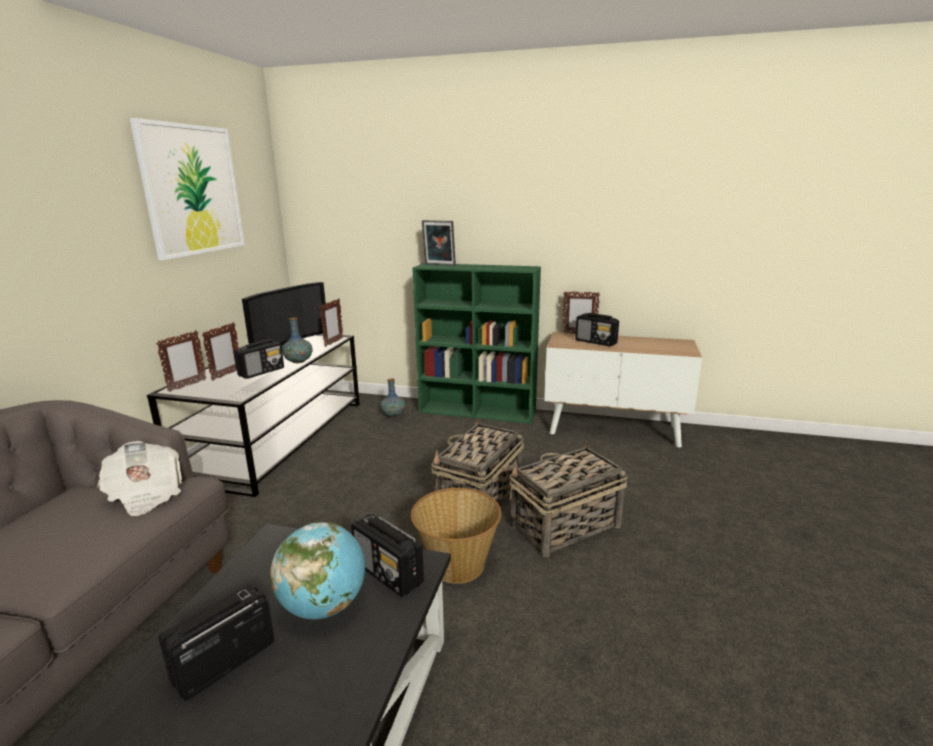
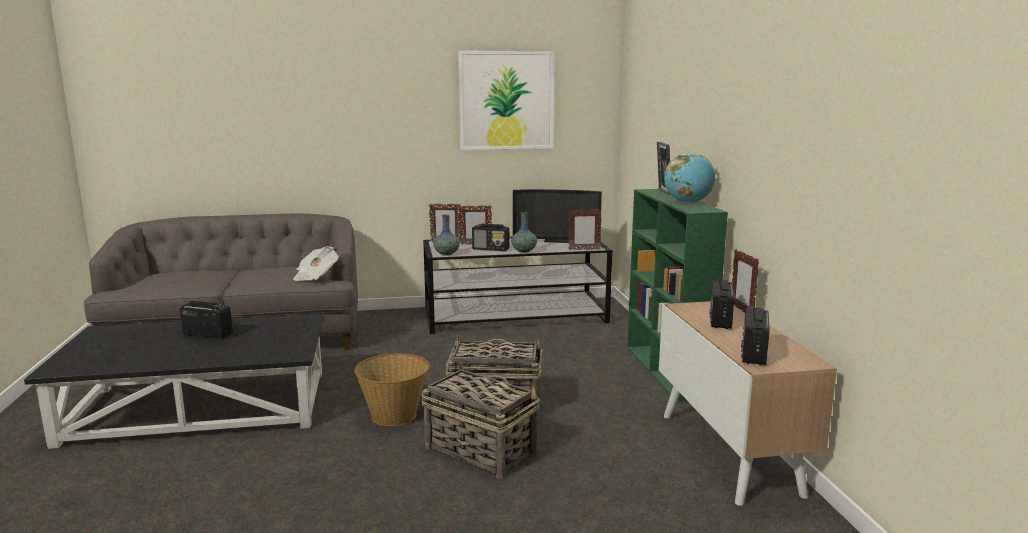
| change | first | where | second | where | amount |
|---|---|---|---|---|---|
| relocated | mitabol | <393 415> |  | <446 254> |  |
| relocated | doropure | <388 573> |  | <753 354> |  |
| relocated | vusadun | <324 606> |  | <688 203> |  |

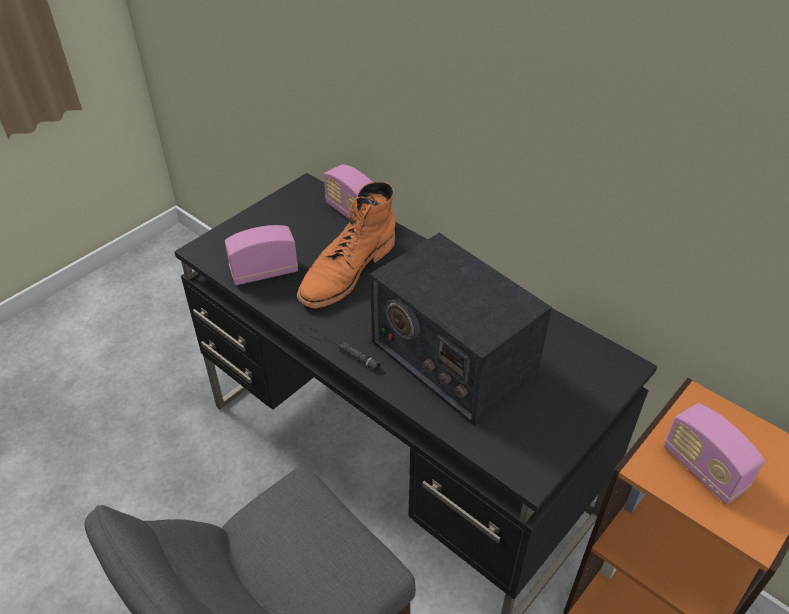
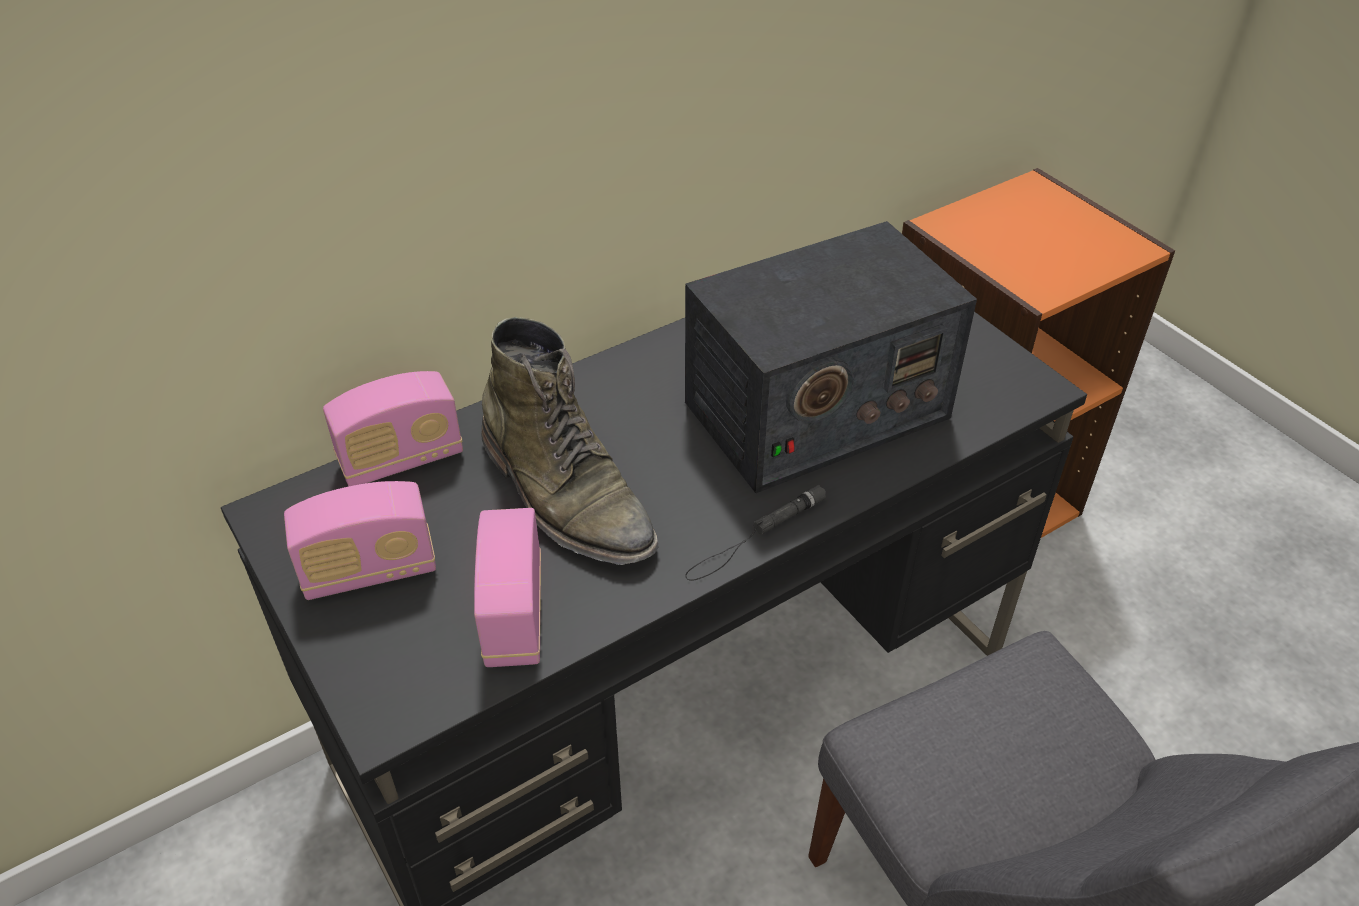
| change | first | where | second | where | amount |
|---|---|---|---|---|---|
| colour | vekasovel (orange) | <347 271> | vekasovel (green) | <566 494> |  |
| relocated | doropure | <703 469> |  | <370 571> |  |

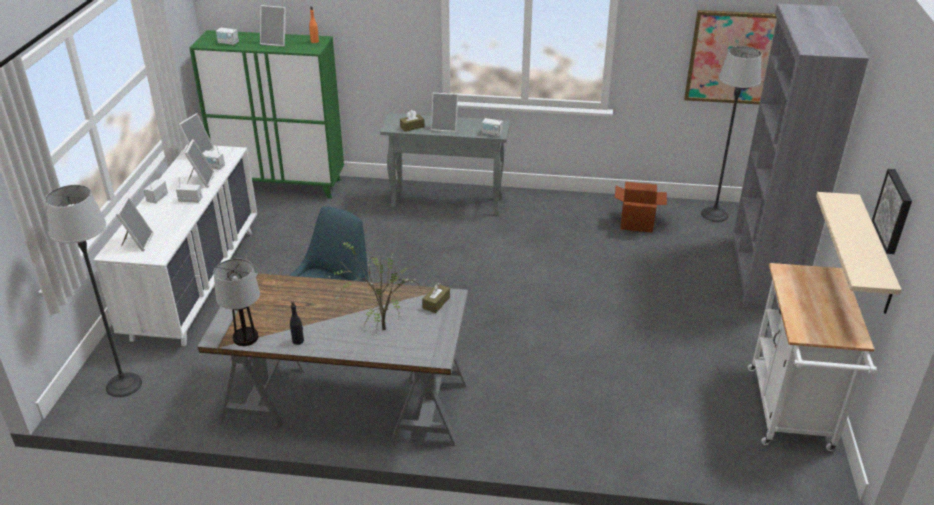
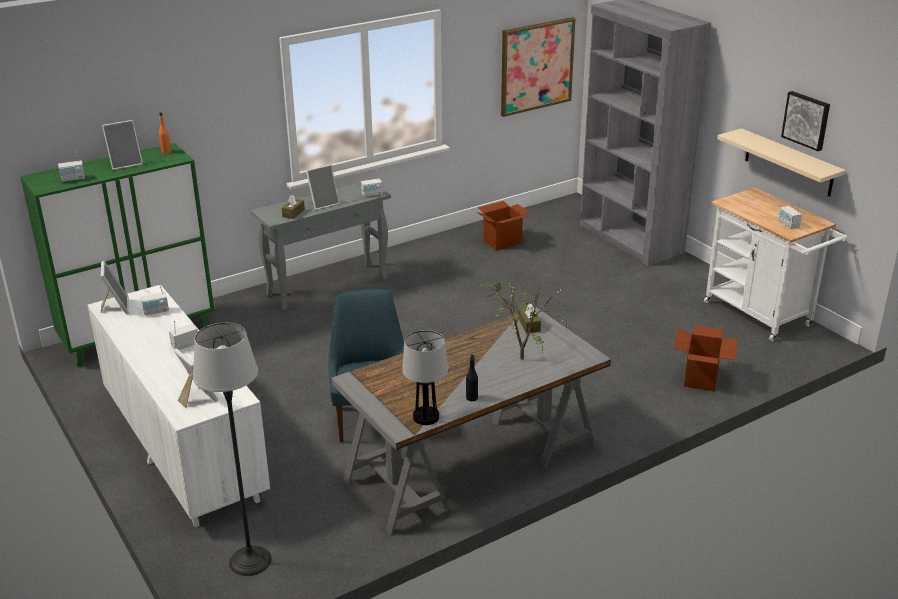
| change | first | where | second | where | amount |
|---|---|---|---|---|---|
| missing | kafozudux | <714 215> |  |  |  |
| missing | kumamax | <201 180> |  |  |  |
| relocated | doropure | <157 198> |  | <788 224> |  |
| appeared |  |  | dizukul | <701 379> |  |

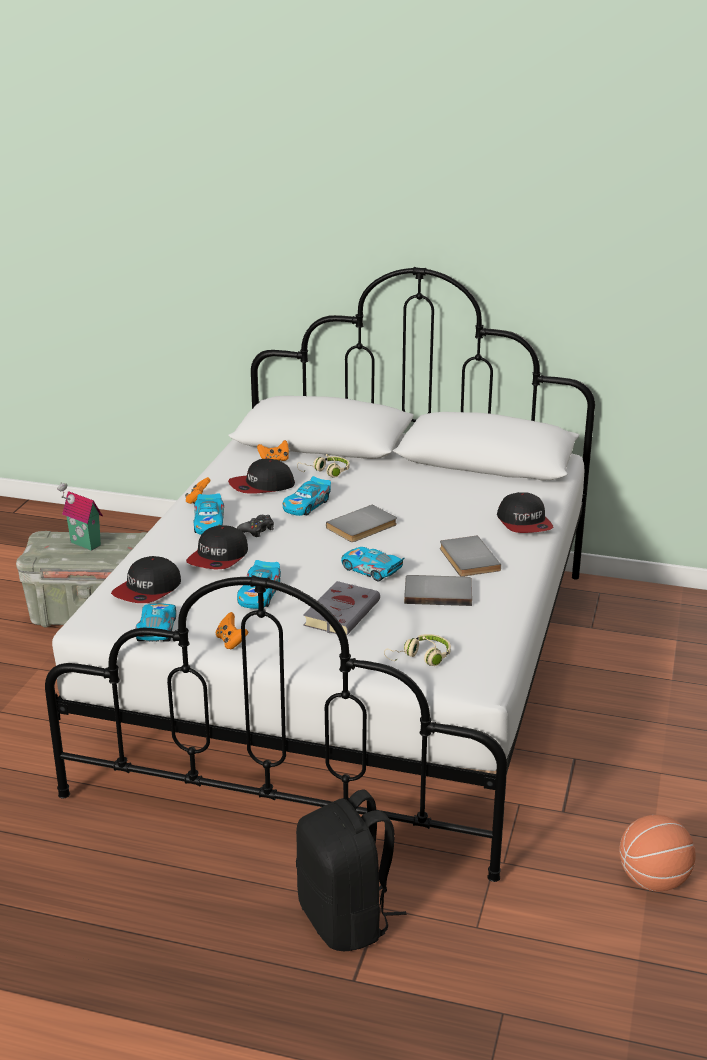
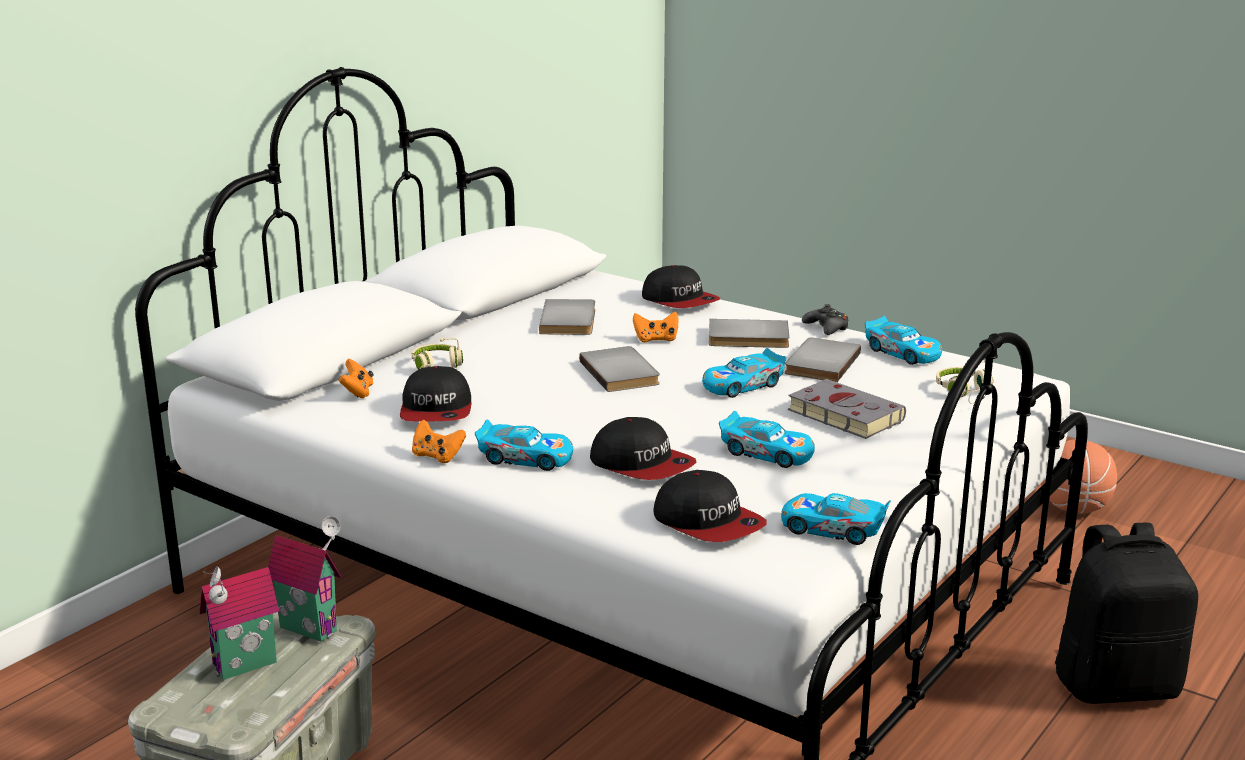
| change | first | where | second | where | amount |
|---|---|---|---|---|---|
| relocated | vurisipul | <306 505> |  | <903 353> |  |
| spun | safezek | <524 523> |  | <680 301> | 45 degrees clockwise |
| relocated | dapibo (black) | <257 530> |  | <826 328> |  |
| relocated | dapibo (orange) | <231 641> |  | <656 339> |  |
| appeared |  |  | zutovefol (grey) | <570 321> |  |
| appeared |  |  | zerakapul | <311 627> |  |

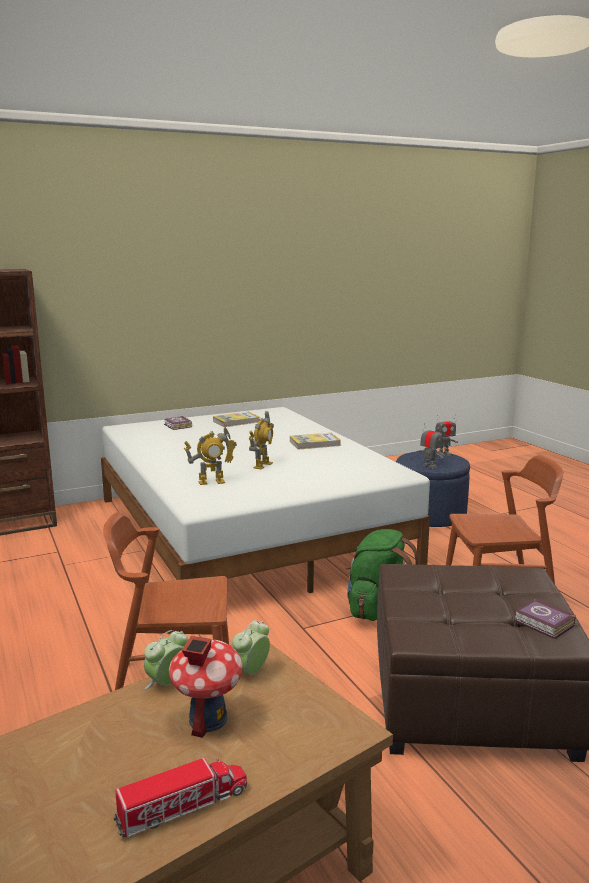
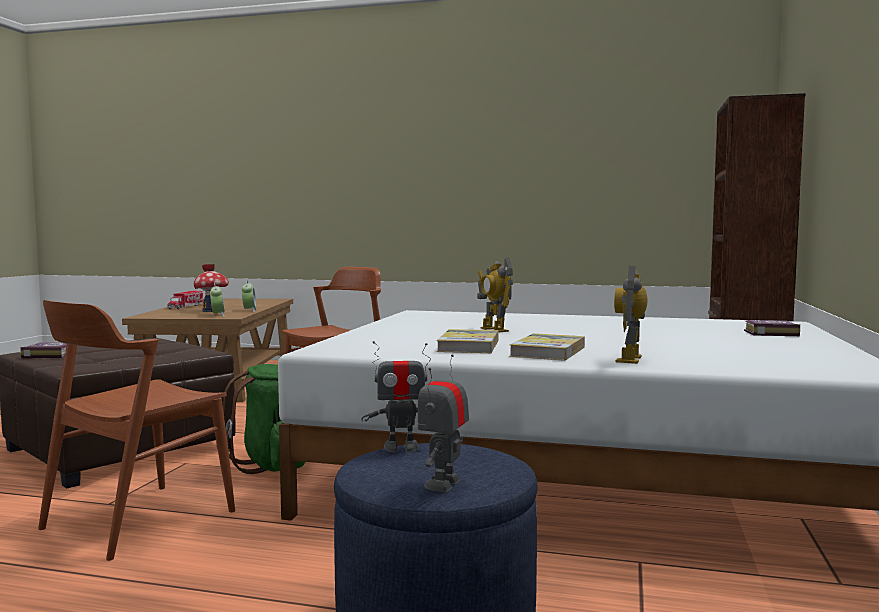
| change | first | where | second | where | amount |
|---|---|---|---|---|---|
| relocated | zutovefol | <236 421> |  | <468 346> |  |
| relocated | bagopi | <211 482> |  | <630 359> |  |

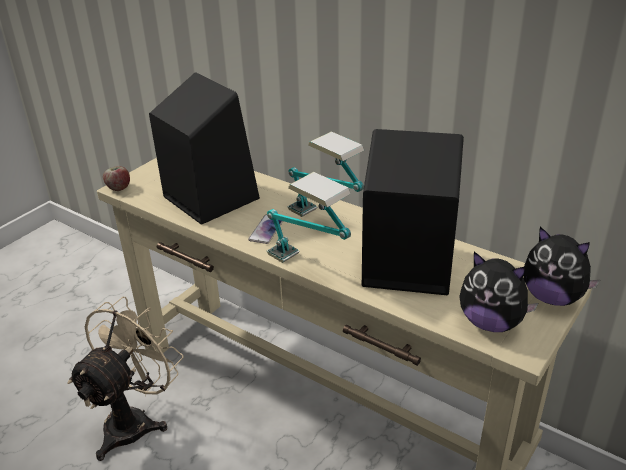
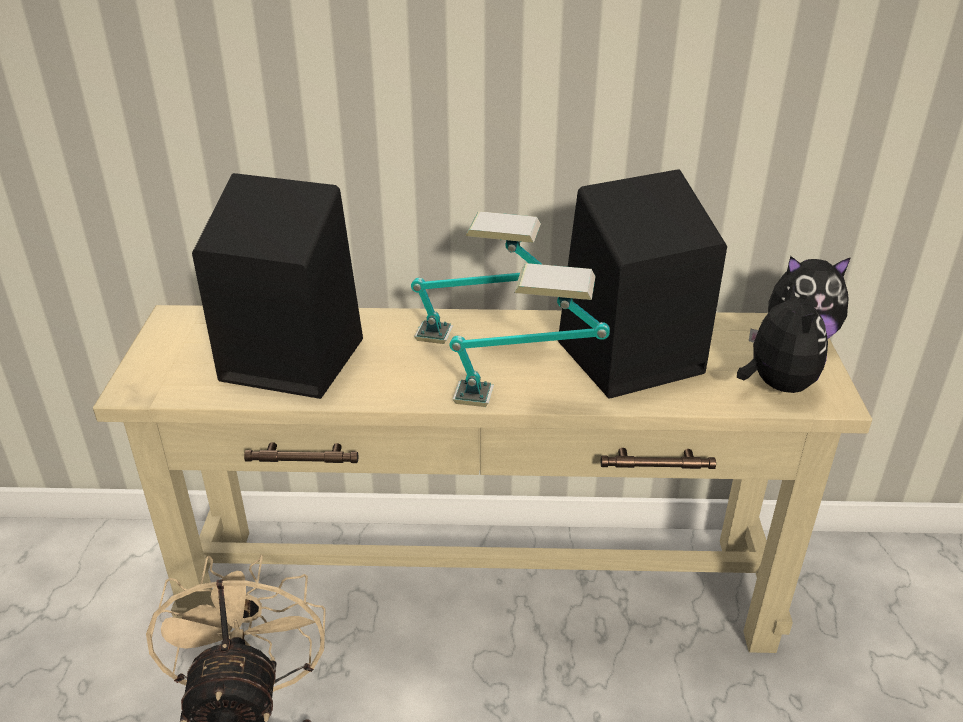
| change | first | where | second | where | amount |
|---|---|---|---|---|---|
| missing | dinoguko | <119 188> |  |  |  |
| missing | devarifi | <266 230> |  |  |  |
| spun | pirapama | <491 322> |  | <775 385> | 90 degrees counterclockwise |

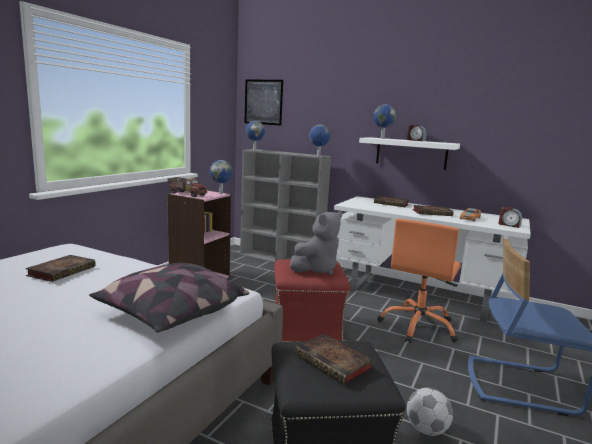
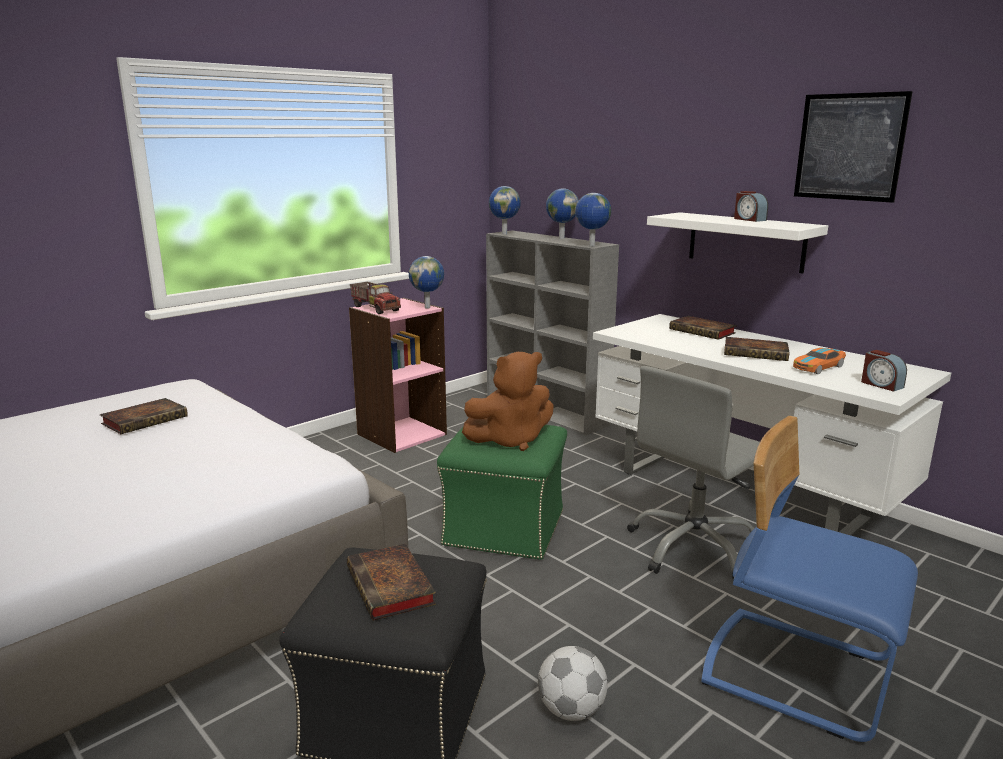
| change | first | where | second | where | amount |
|---|---|---|---|---|---|
| relocated | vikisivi | <263 102> |  | <849 147> |  |
| relocated | vusadun | <382 138> |  | <561 238> |  |
| colour | pirapama (grey) | <317 269> | pirapama (brown) | <510 440> |  |
| colour | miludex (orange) | <418 326> | miludex (grey) | <694 547> |  |
| colour | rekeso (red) | <307 328> | rekeso (green) | <505 528> |  |
| missing | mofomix | <170 314> |  |  |  |

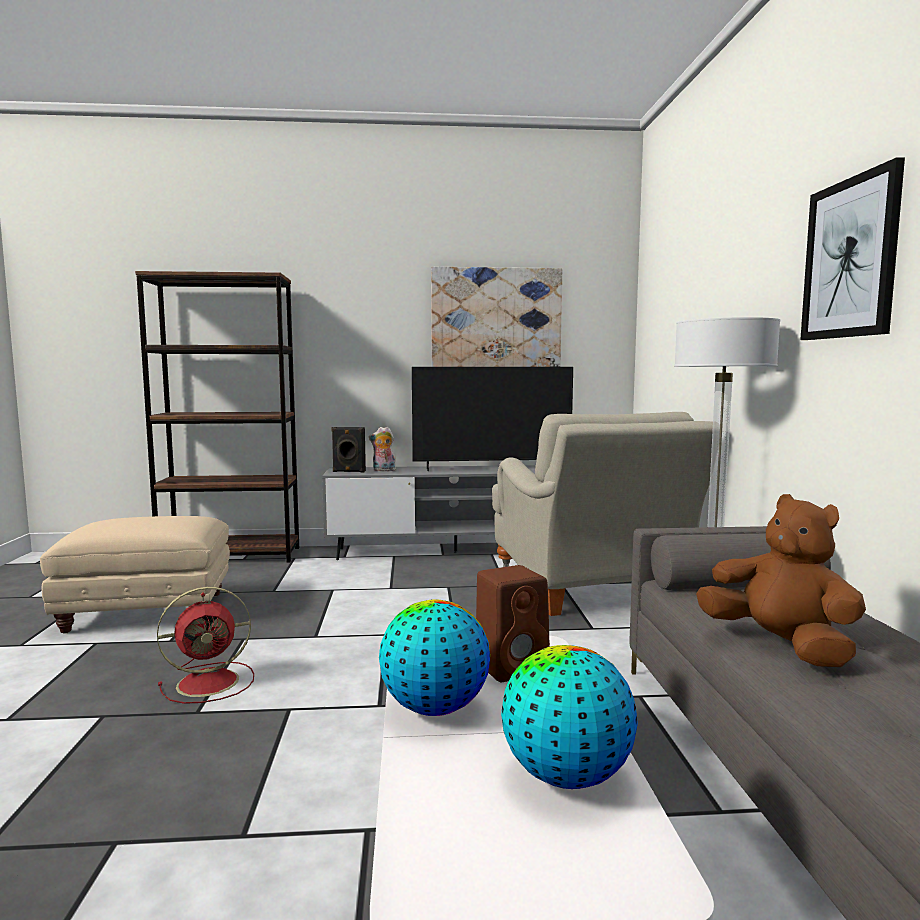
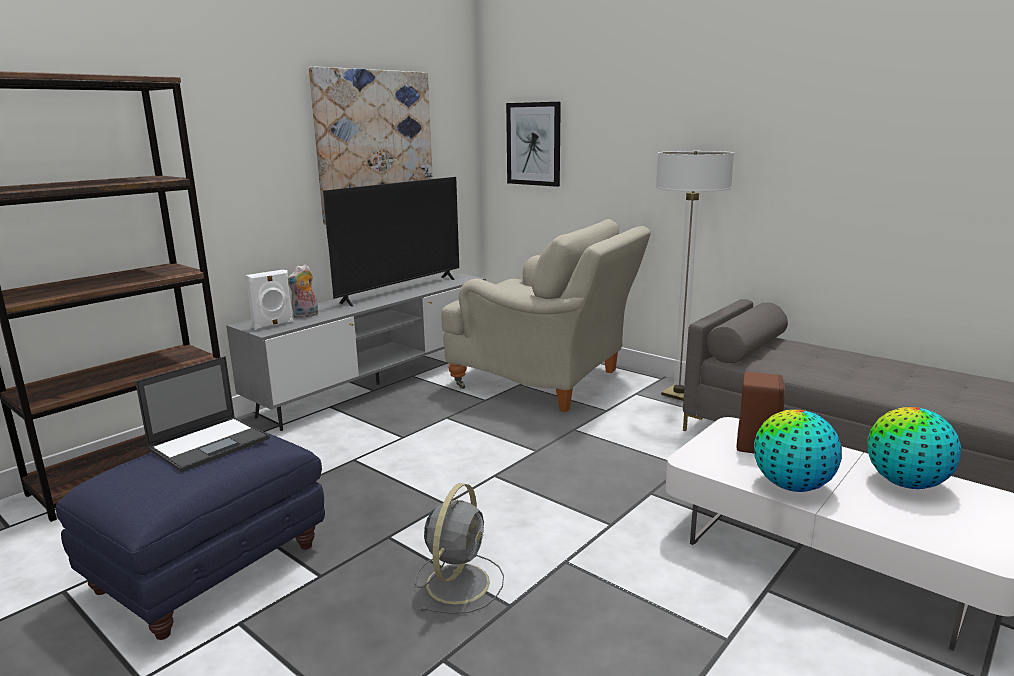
| change | first | where | second | where | amount |
|---|---|---|---|---|---|
| relocated | vikisivi | <850 259> |  | <533 144> |  |
| colour | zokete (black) | <349 471> | zokete (white) | <273 325> |  |
| missing | pirapama (brown) | <779 645> |  |  |  |
| colour | rekeso (beige) | <149 612> | rekeso (blue) | <211 567> |  |
| colour | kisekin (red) | <211 682> | kisekin (grey) | <459 581> |  |
| appeared |  |  | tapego | <210 443> |  |

